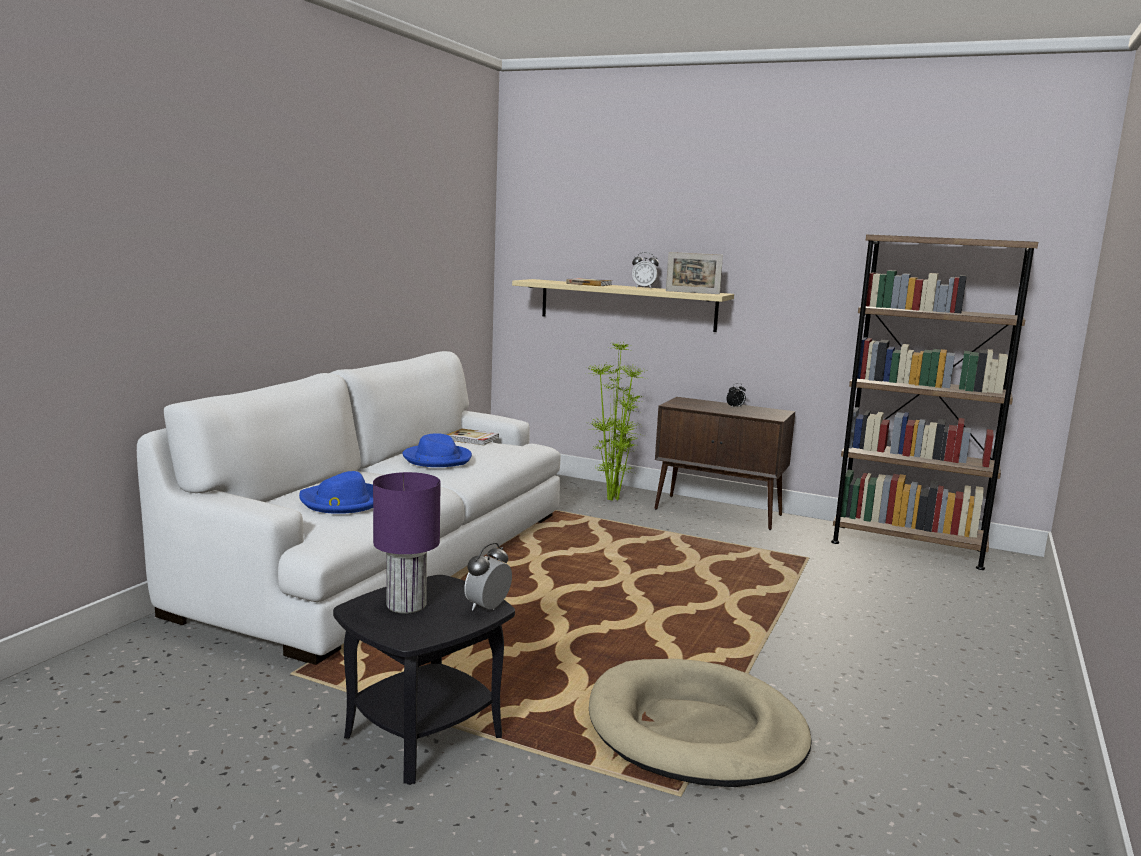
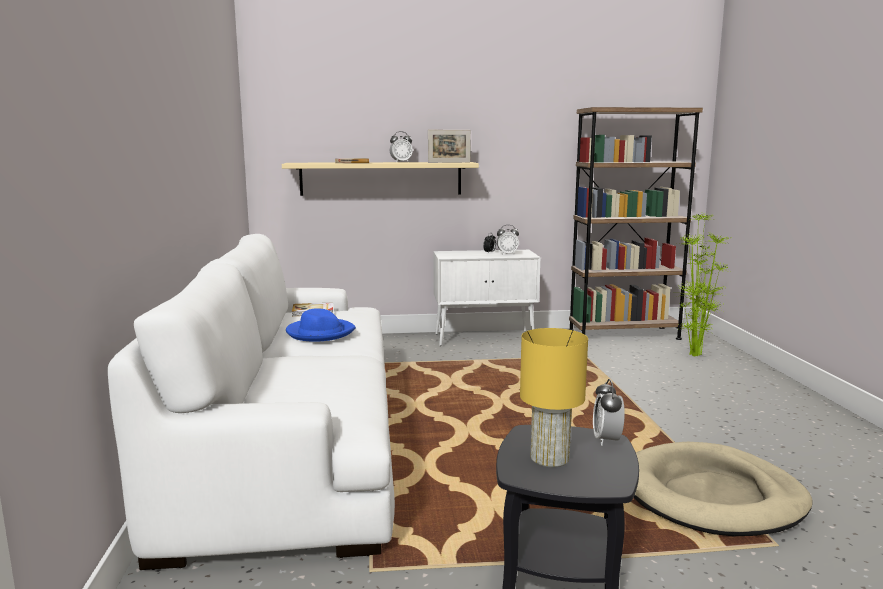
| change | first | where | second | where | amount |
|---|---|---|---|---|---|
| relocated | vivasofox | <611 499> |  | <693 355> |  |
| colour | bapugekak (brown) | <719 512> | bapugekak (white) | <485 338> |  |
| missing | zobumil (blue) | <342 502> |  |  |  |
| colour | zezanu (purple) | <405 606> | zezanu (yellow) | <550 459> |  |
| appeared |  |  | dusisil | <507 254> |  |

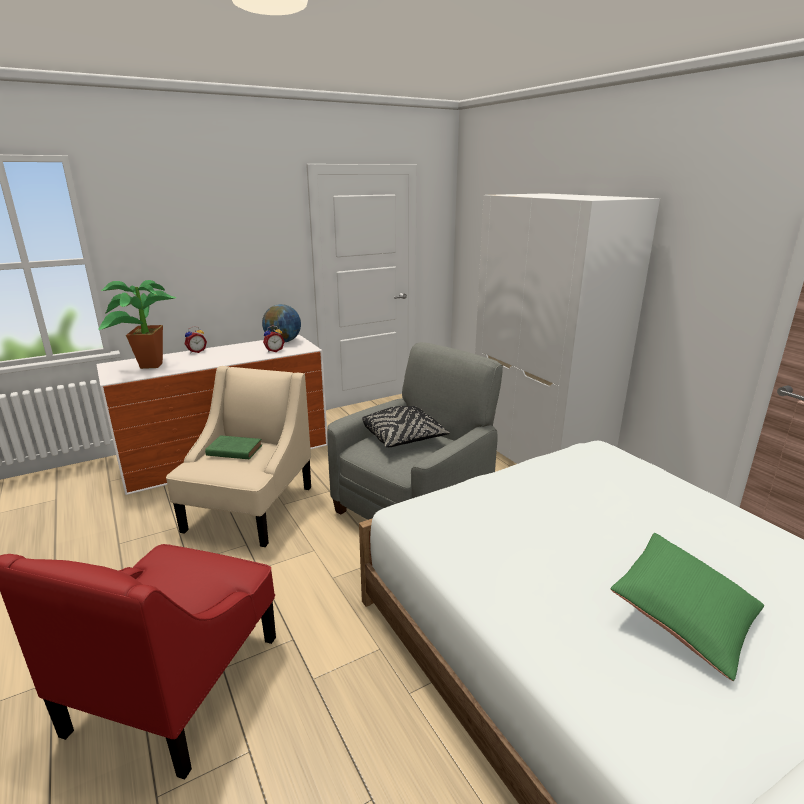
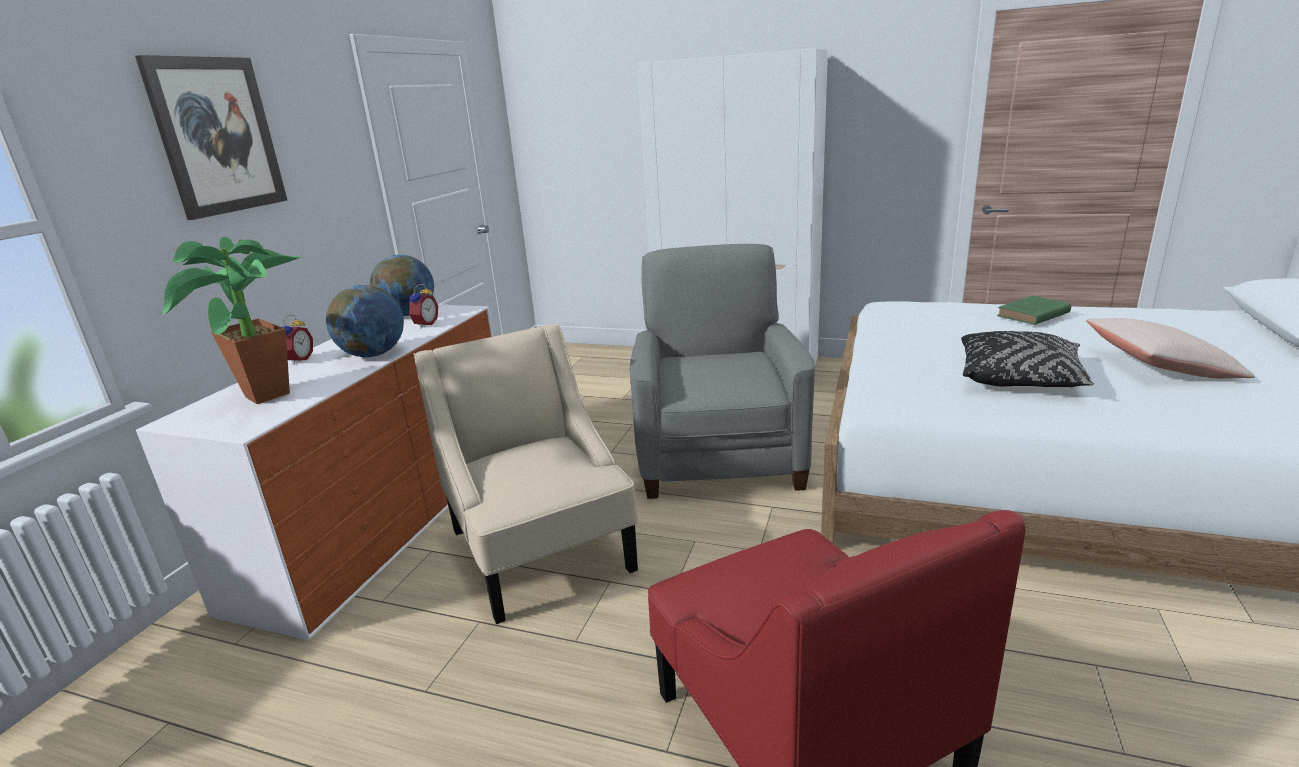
| change | first | where | second | where | amount |
|---|---|---|---|---|---|
| relocated | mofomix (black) | <403 438> |  | <1019 378> |  |
| relocated | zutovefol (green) | <233 450> |  | <1032 315> |  |
| colour | mofomix (green) | <683 616> | mofomix (beige) | <1160 367> |  |
| appeared |  |  | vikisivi | <217 136> |  |
| appeared |  |  | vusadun | <373 355> |  |

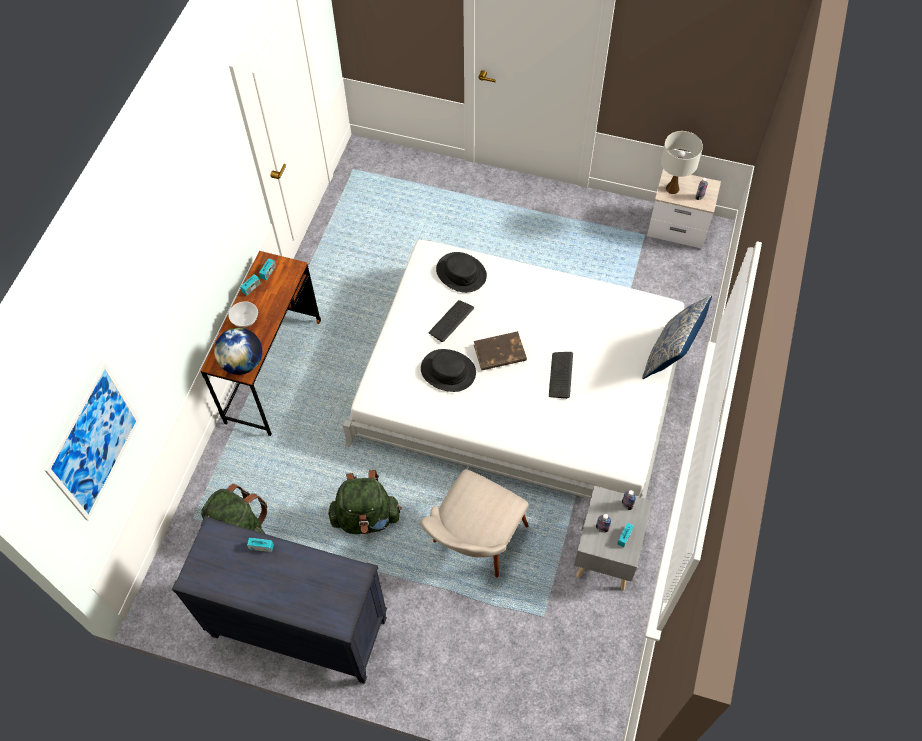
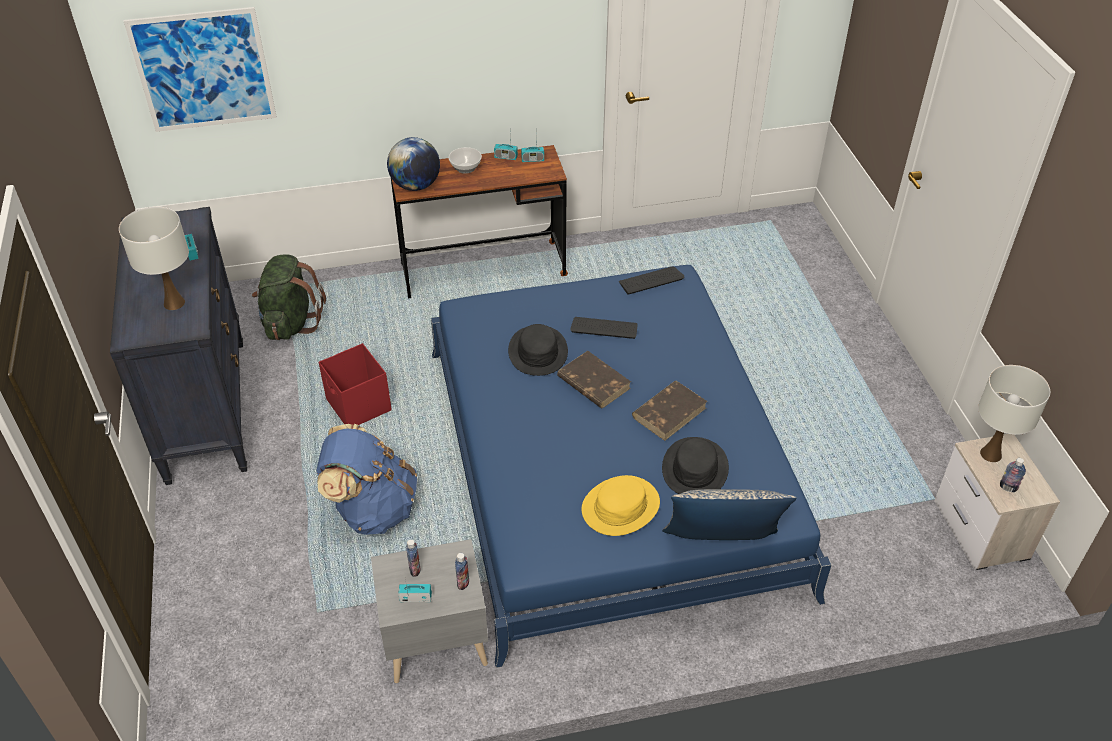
| change | first | where | second | where | amount |
|---|---|---|---|---|---|
| colour | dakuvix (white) | <519 387> | dakuvix (blue) | <608 466> |  |
| relocated | zobumil (black) | <461 273> |  | <695 469> |  |
| relocated | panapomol | <560 375> |  | <651 281> |  |
| exchanged | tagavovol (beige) | <472 547> | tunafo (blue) | <372 508> |  |
| exchanged | tunafo (green) | <366 517> | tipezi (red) | <358 406> |  |
| appeared |  |  | zezanu (white) | <174 303> |  |
| appeared |  |  | zutovefol (brown) | <669 412> |  |
| appeared |  |  | zobumil (yellow) | <620 506> |  |

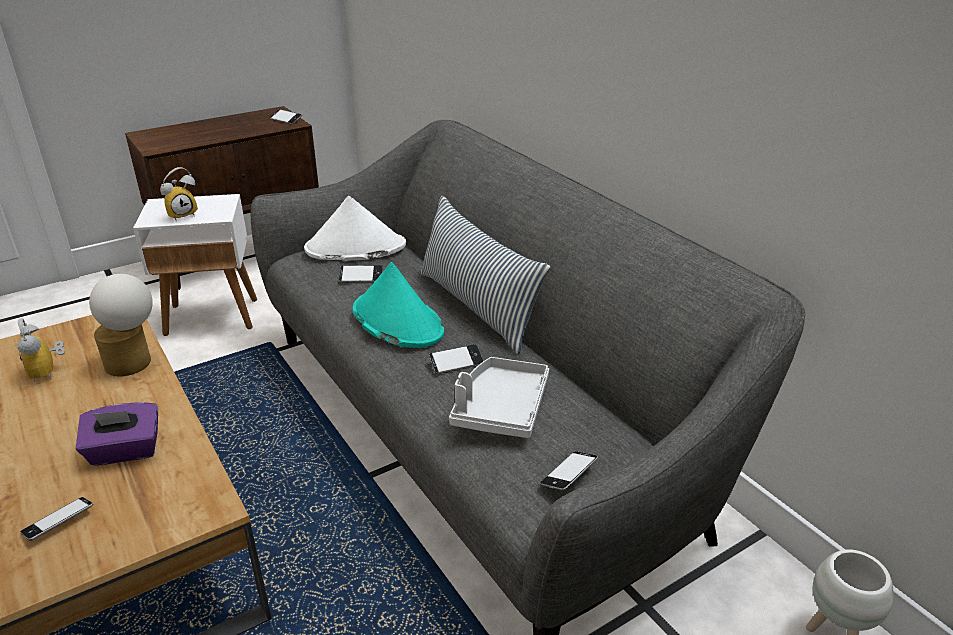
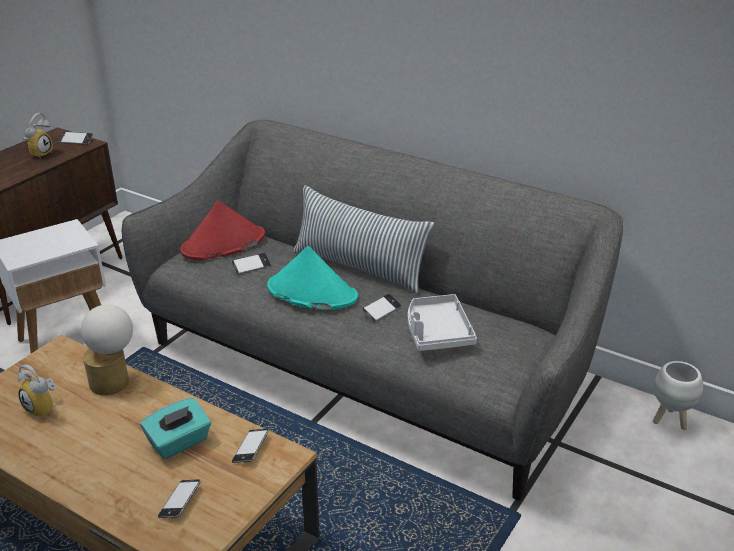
| change | first | where | second | where | amount |
|---|---|---|---|---|---|
| relocated | dusisil | <182 214> |  | <40 153> |  |
| colour | zobumil (white) | <355 248> | zobumil (red) | <223 244> |  |
| colour | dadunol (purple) | <125 451> | dadunol (turquoise) | <179 442> |  |
| relocated | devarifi | <568 475> |  | <251 449> |  |

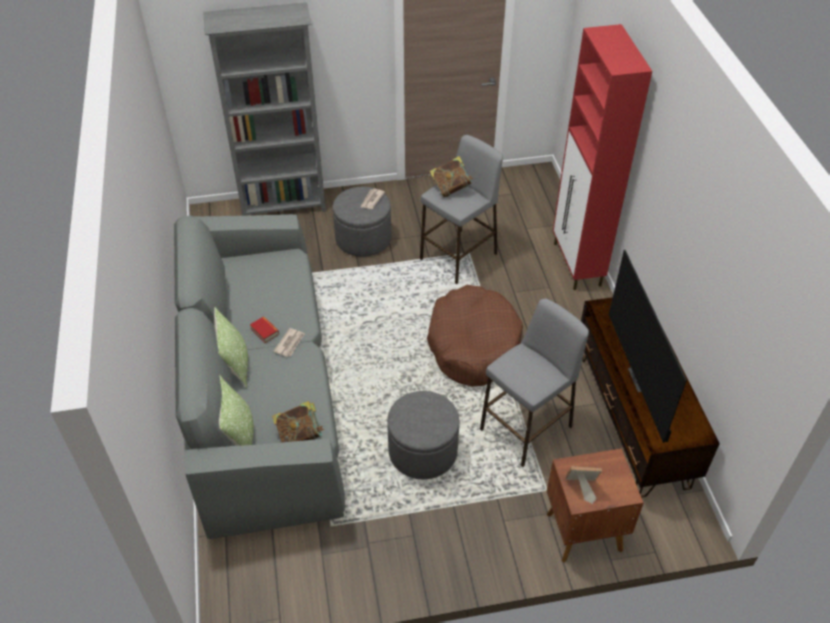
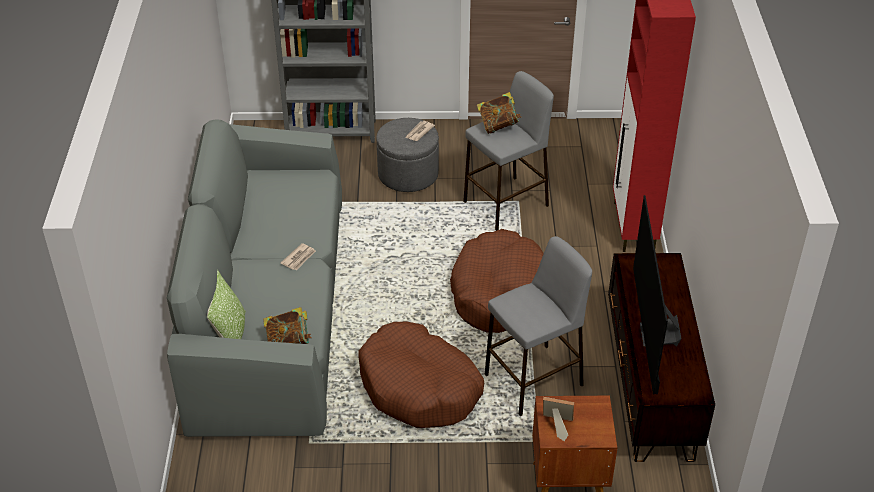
| change | first | where | second | where | amount |
|---|---|---|---|---|---|
| missing | mofomix | <235 365> |  |  |  |
| missing | zutovefol | <265 331> |  |  |  |
| exchanged | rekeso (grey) | <422 451> | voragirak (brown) | <419 387> |  |

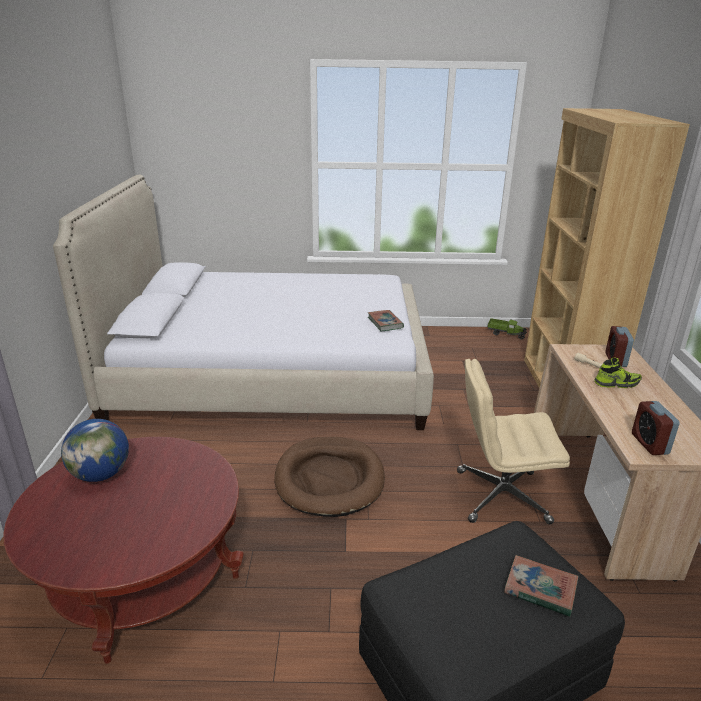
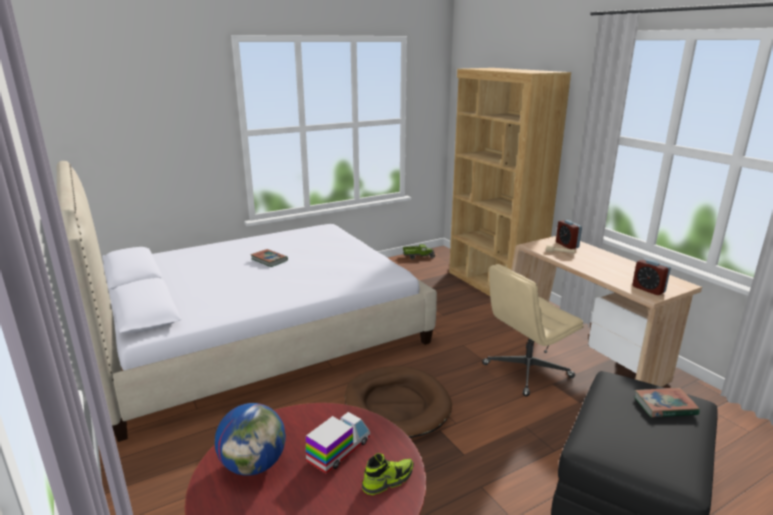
| change | first | where | second | where | amount |
|---|---|---|---|---|---|
| relocated | zutovefol | <385 323> |  | <269 260> |  |
| relocated | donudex | <616 383> |  | <388 480> |  |
| appeared |  |  | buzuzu | <339 451> |  |

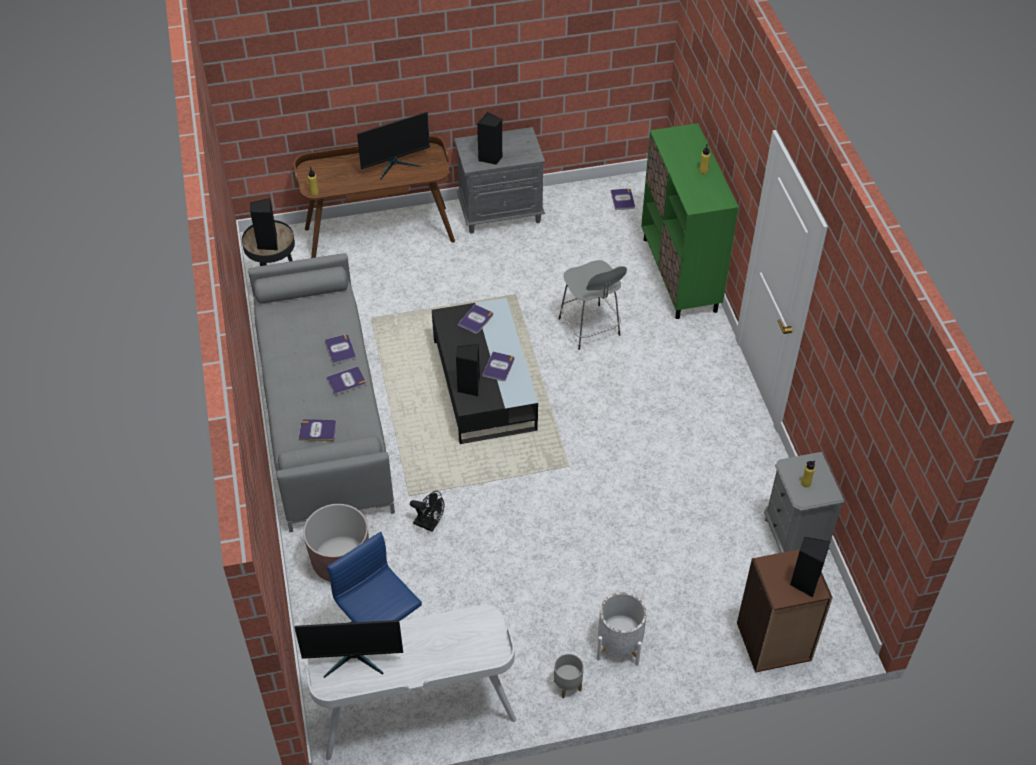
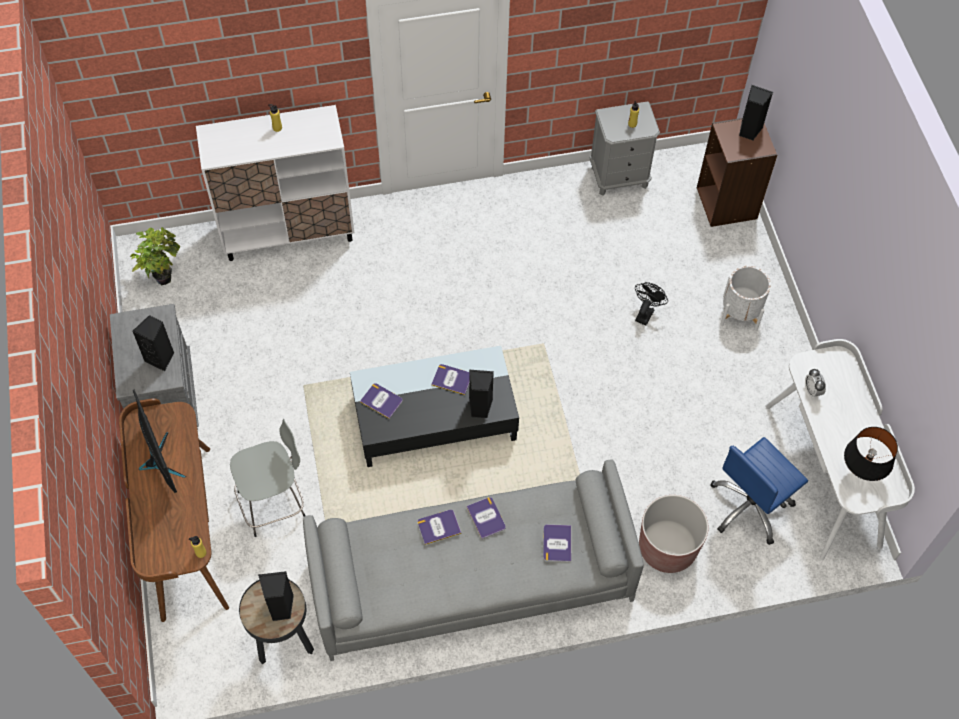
| change | first | where | second | where | amount |
|---|---|---|---|---|---|
| colour | bapugekak (green) | <679 275> | bapugekak (white) | <288 232> |  |
| exchanged | zutovefol | <622 199> | vivasofox | <162 276> |  |
| relocated | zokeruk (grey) | <590 328> |  | <274 503> |  |
| relocated | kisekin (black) | <429 524> |  | <645 313> |  |
| exchanged | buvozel | <354 659> | zezanu (black) | <860 472> |  |
| missing | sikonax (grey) | <567 686> |  |  |  |
| appeared |  |  | dusisil | <812 390> |  |

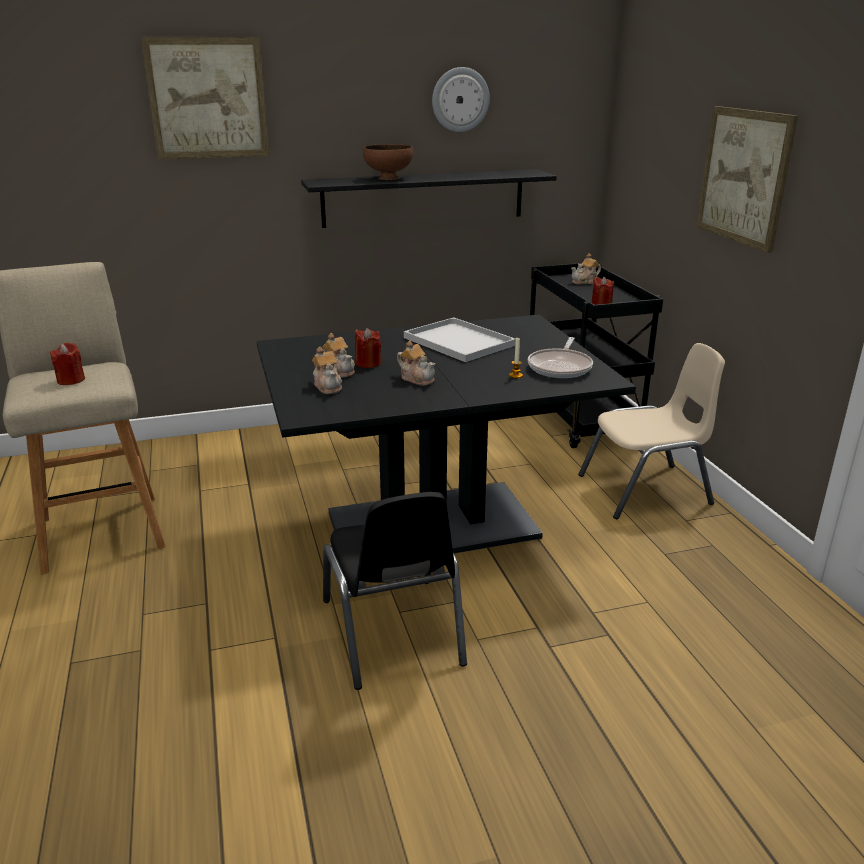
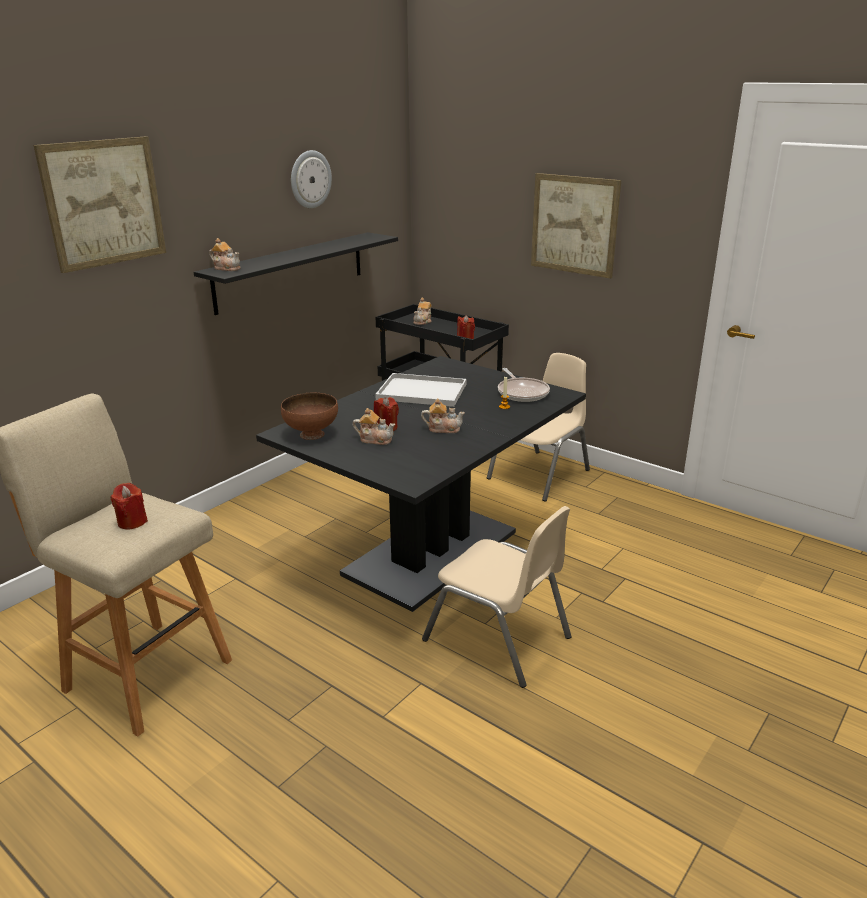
| change | first | where | second | where | amount |
|---|---|---|---|---|---|
| relocated | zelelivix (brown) | <388 178> |  | <311 434> |  |
| relocated | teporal | <328 386> |  | <227 268> |  |
| colour | tagavovol (black) | <392 632> | tagavovol (beige) | <498 639> |  |

